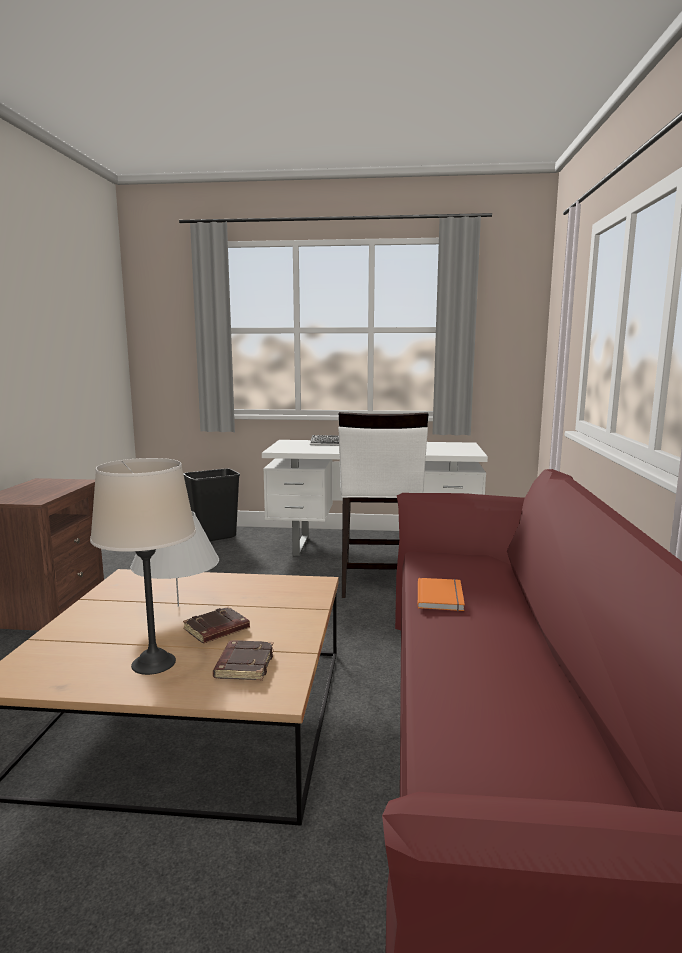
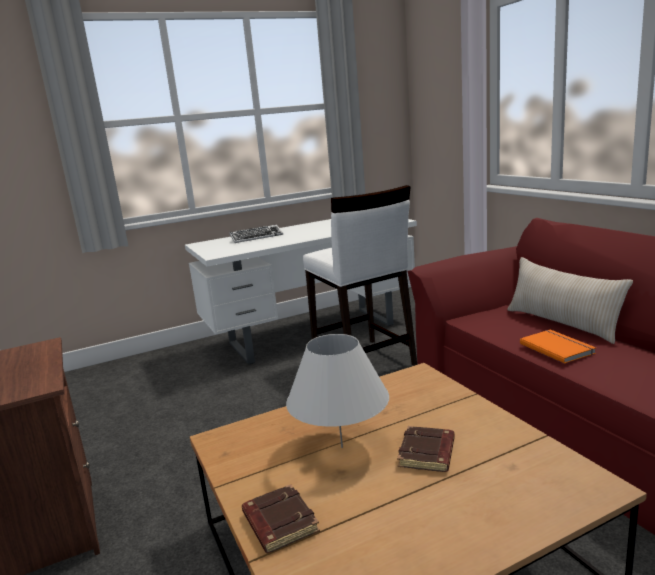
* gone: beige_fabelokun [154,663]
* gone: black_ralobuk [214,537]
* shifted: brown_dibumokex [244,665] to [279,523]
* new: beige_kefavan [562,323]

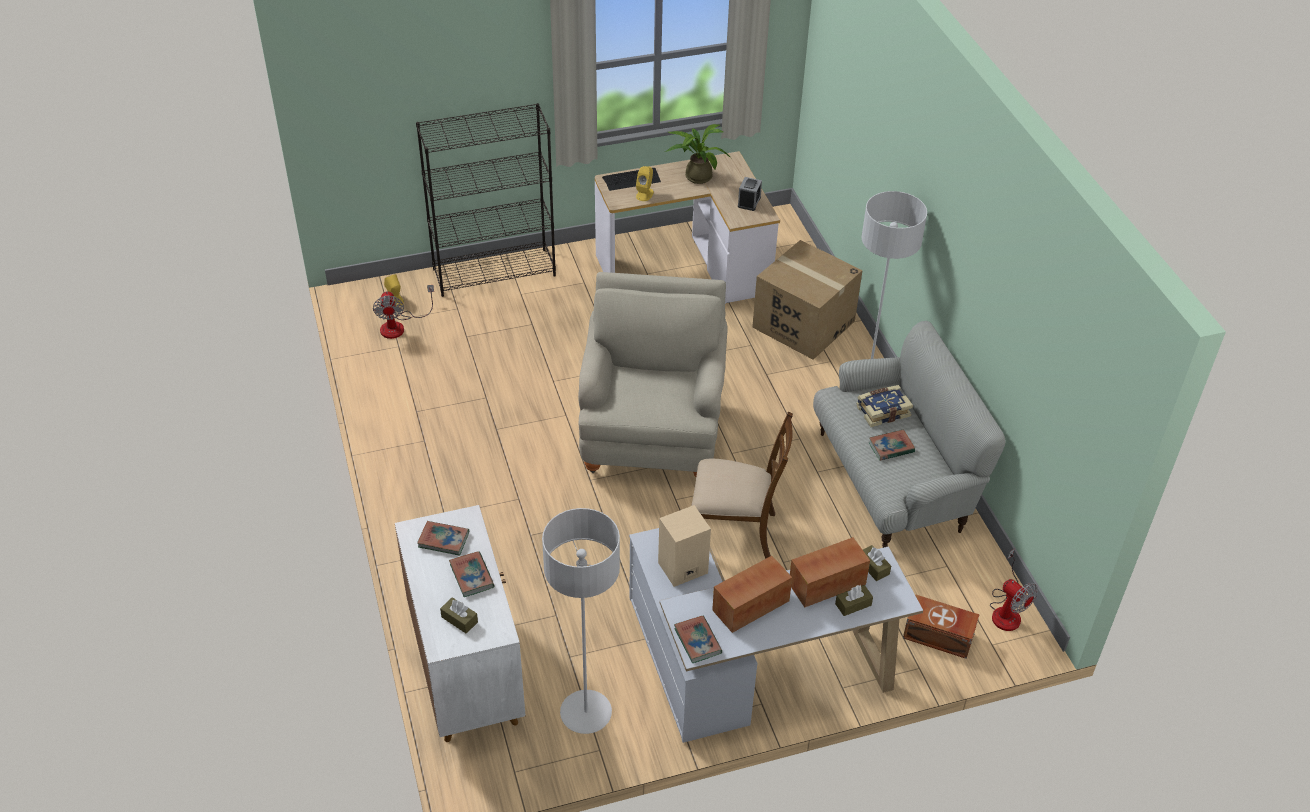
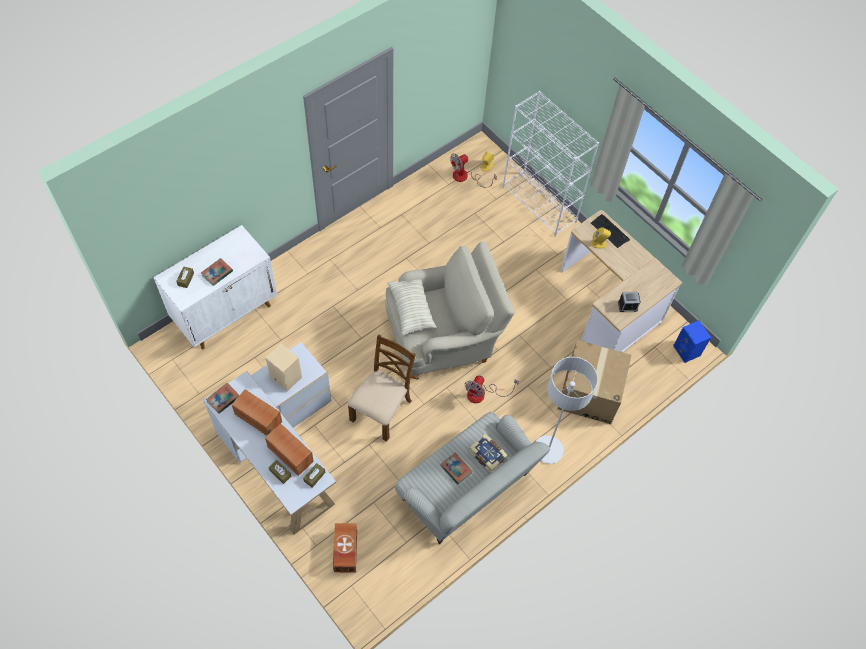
* repainted: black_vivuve [495,272] to white_vivuve [539,204]
* gone: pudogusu [696,175]
* rotated: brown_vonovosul [735,531] = [382,410] 135 degrees counterclockwise
* gone: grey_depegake [586,713]
* gone: dibumokex [443,540]
* shifted: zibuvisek [1006,610] to [482,394]
* new: kefavan [411,310]
* new: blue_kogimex [687,351]

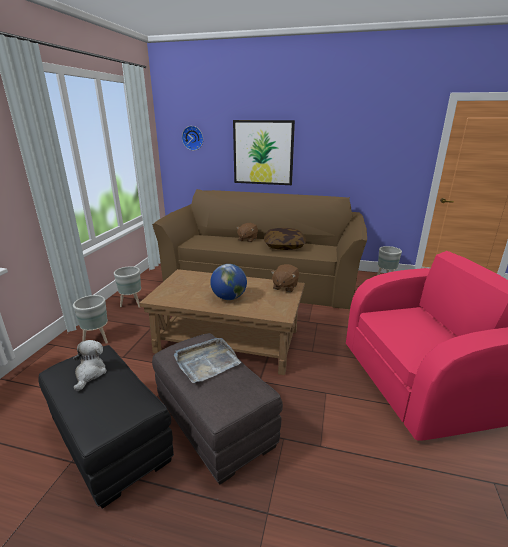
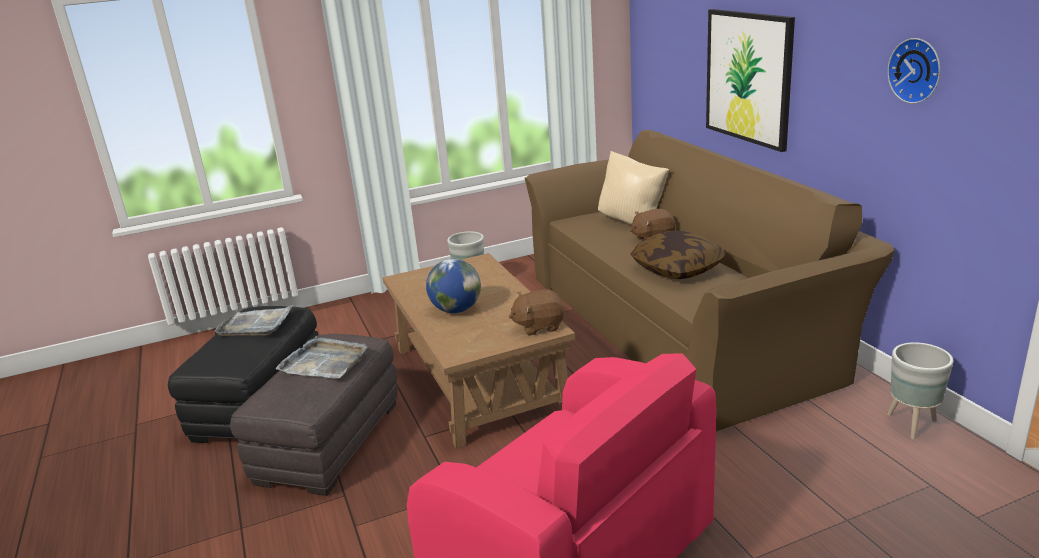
* shifted: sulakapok [193,138] to [917,70]
* gone: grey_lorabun [98,339]
* swapped: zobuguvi [90,373] to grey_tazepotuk [256,324]
* new: beige_kefavan [632,222]

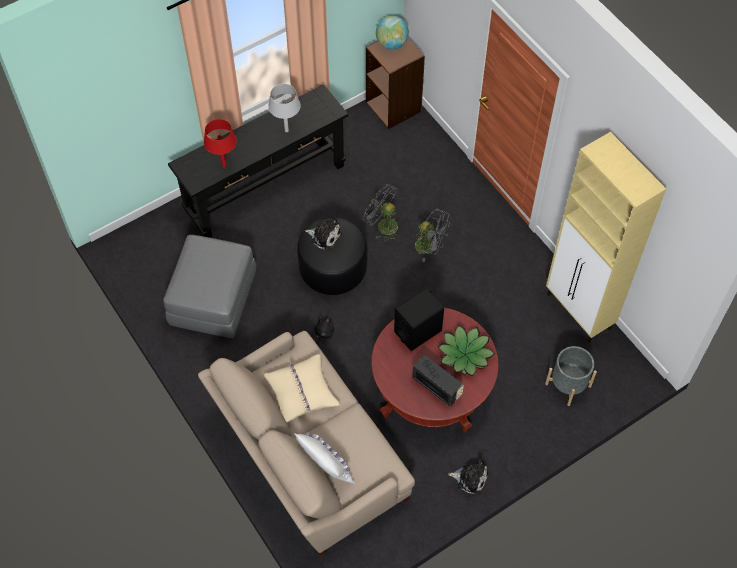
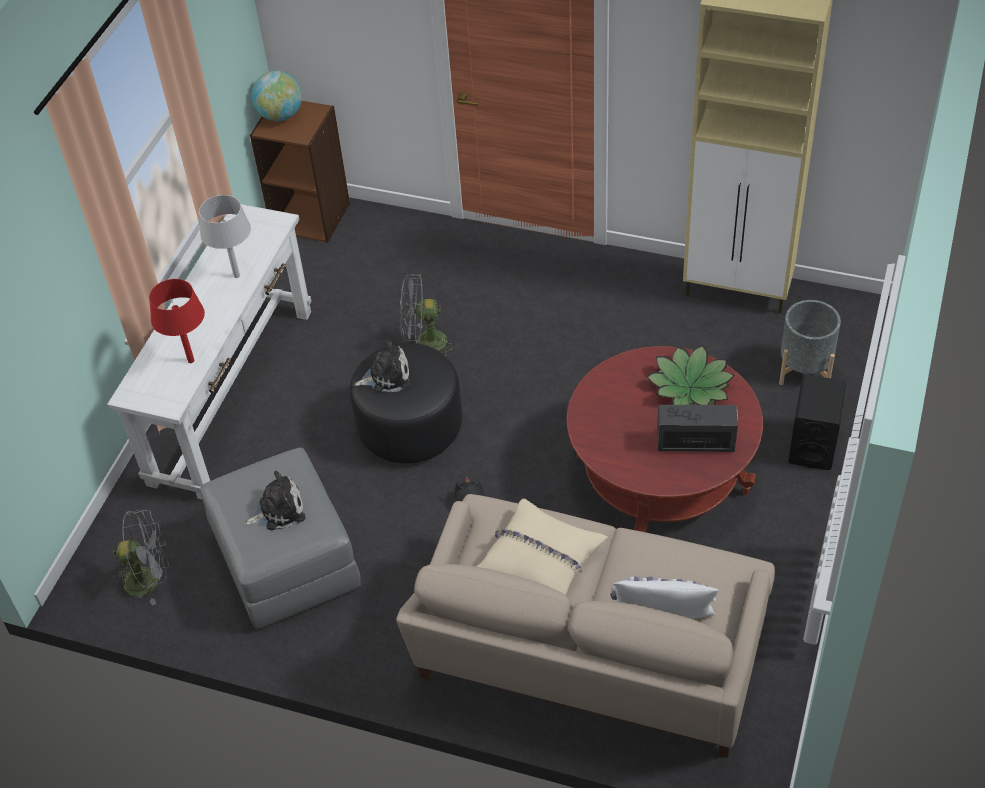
* repainted: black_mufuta [265,188] to white_mufuta [233,395]
* shifted: grey_zibuvisek [429,247] to [149,579]
* shifted: black_kogimex [418,331] to [812,445]
* shifted: zobuguvi [470,478] to [278,510]

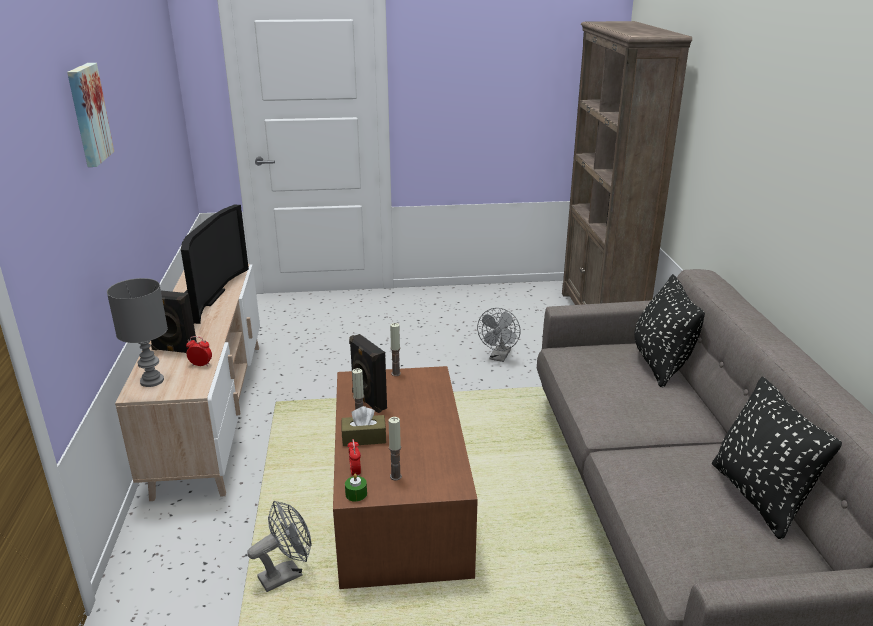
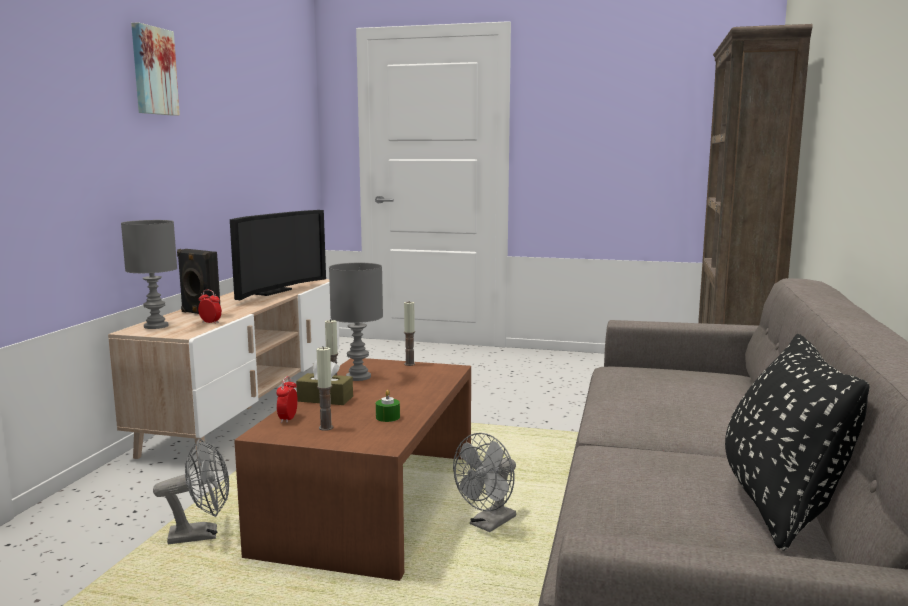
* gone: black_kefavan [660,364]
* shifted: grey_zibuvisek [499,357] to [488,524]
* swapped: black_kogimex [368,401] to grey_fabelokun [359,377]
* shifted: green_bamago [356,494] to [388,417]

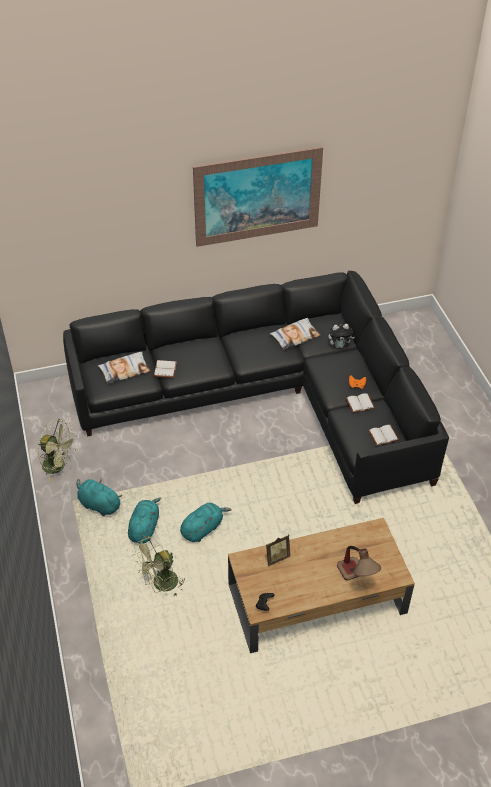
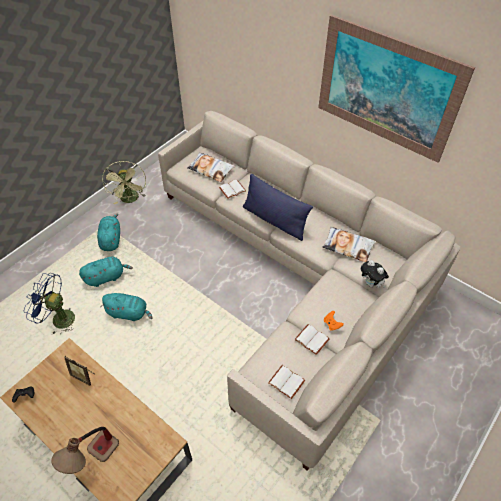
* repainted: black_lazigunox [269,397] to beige_lazigunox [299,277]
* repainted: green_zibuvisek [161,585] to blue_zibuvisek [58,319]
* new: blue_kefavan [274,220]

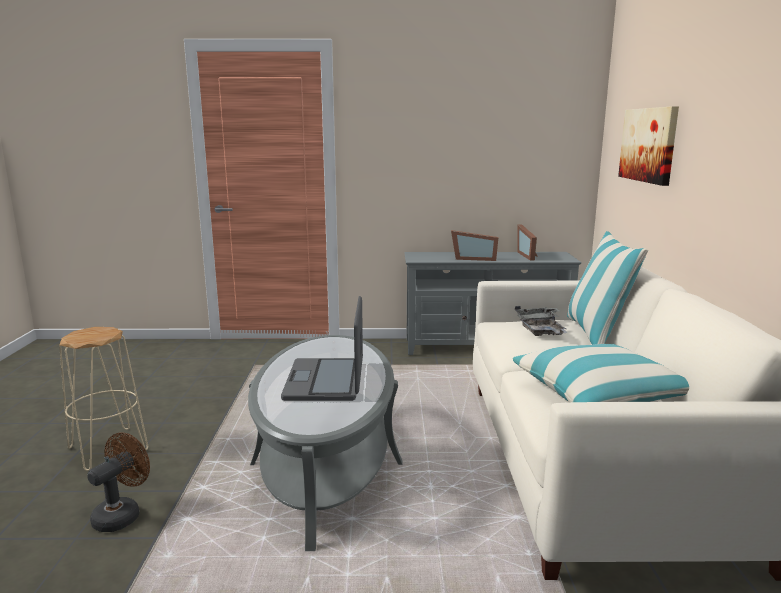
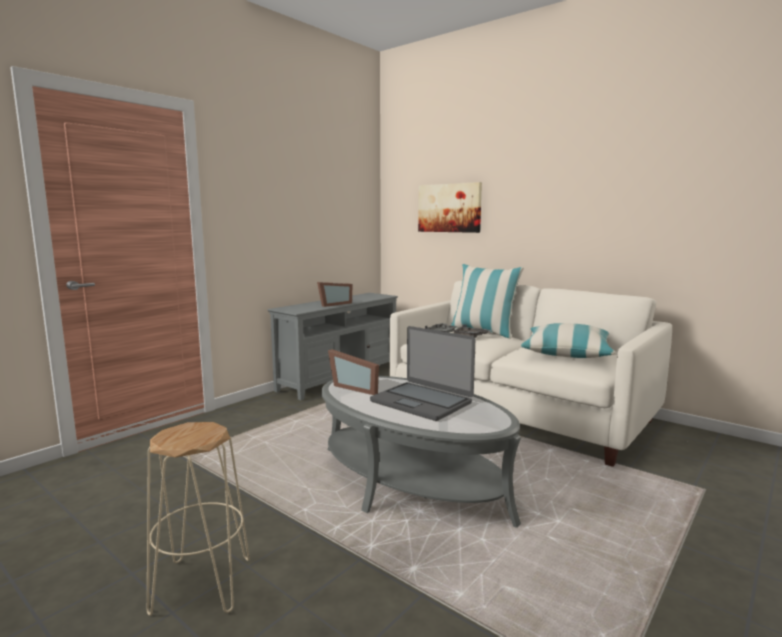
* shifted: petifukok [529,255] to [356,387]
* gone: brown_zibuvisek [122,514]

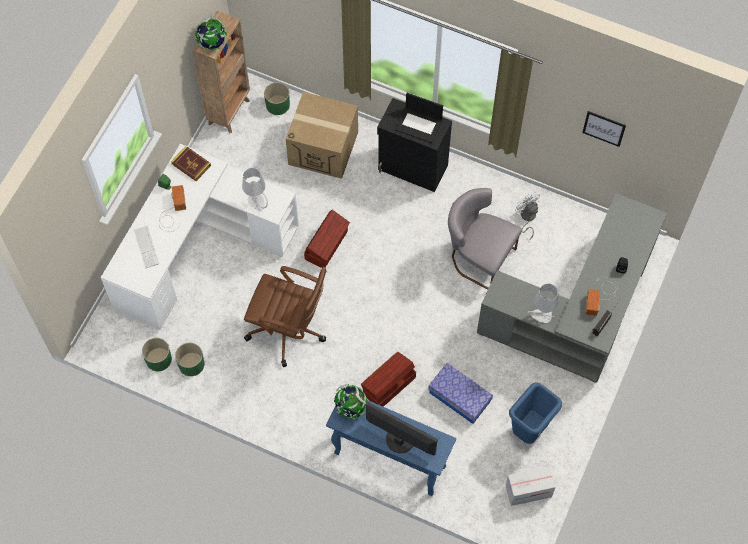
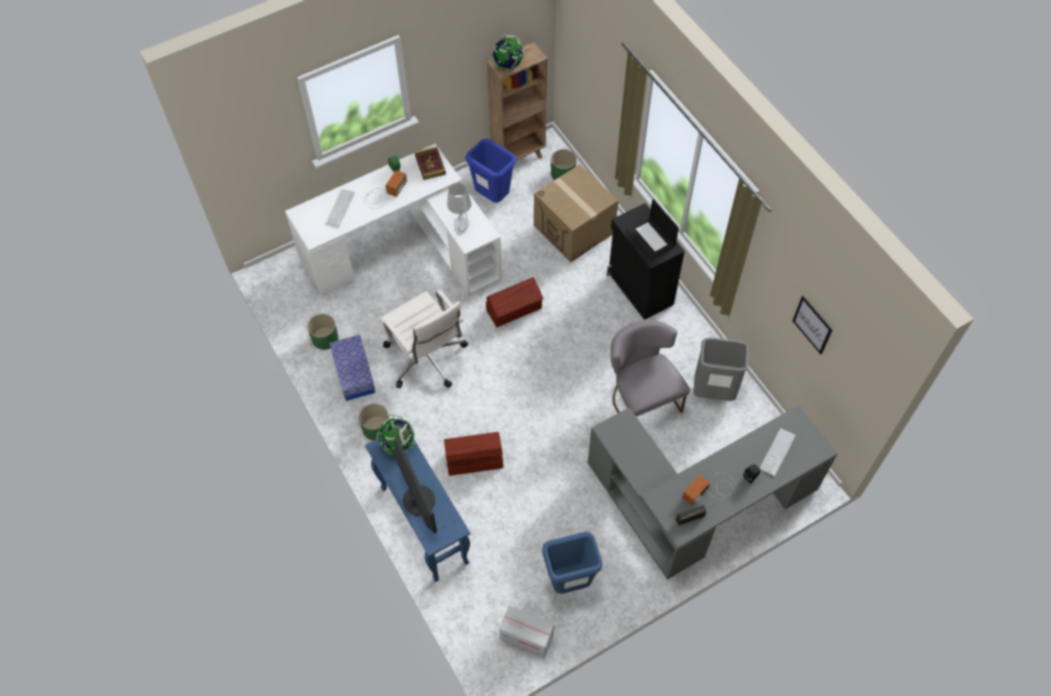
* swapped: white_zibuvisek [527,218] to grey_ralobuk [713,391]
* repainted: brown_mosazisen [289,329] to white_mosazisen [426,359]
* gone: grey_fabelokun [541,315]
* shifted: green_lorabun [158,359] to [376,428]
* shifted: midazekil [459,397] to [354,373]
* new: blue_ralobuk [492,197]
* new: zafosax [777,452]

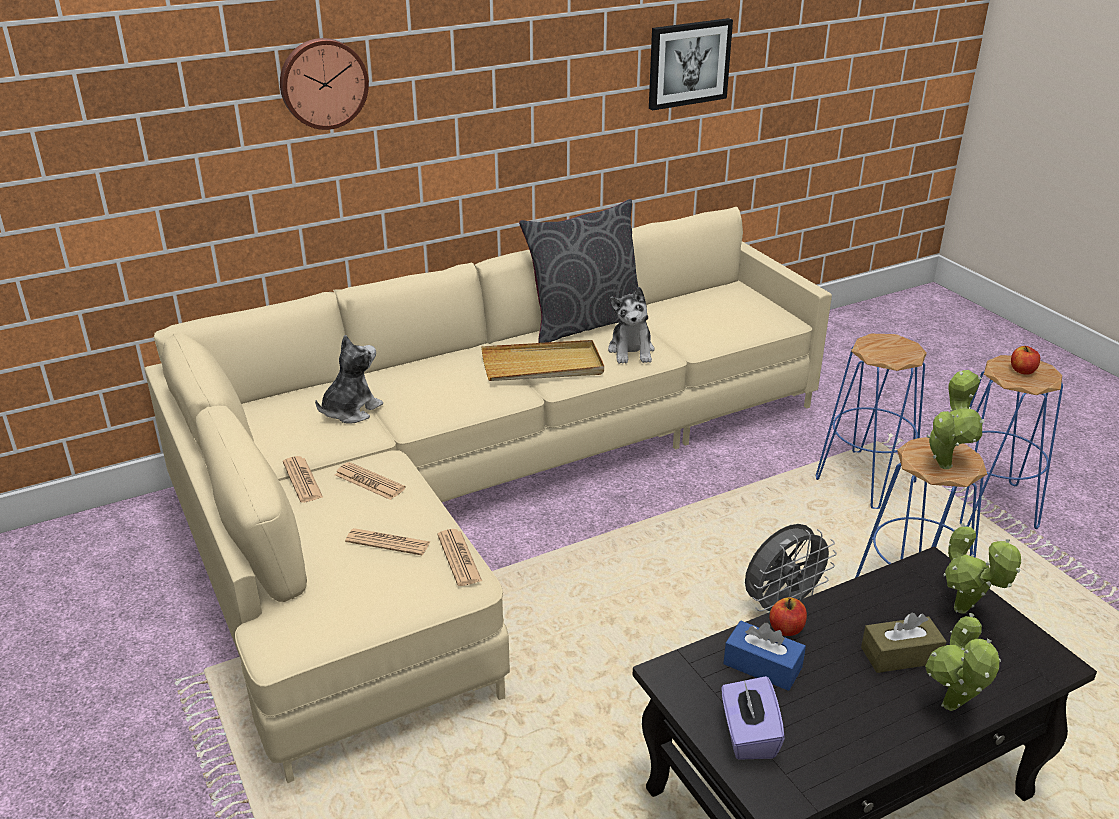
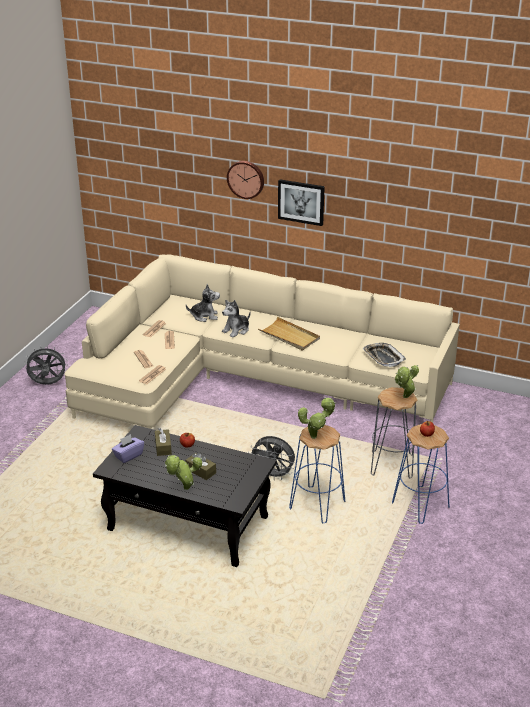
* shifted: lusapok [688,63] to [301,202]
* gone: grey_kefavan [585,324]
* shifted: zobuguvi [631,351] to [236,330]
* repainted: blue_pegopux [865,479] to grey_pegopux [392,465]
* shifted: pudogusu [964,612] to [405,397]
* repainted: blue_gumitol [762,666] to brown_gumitol [163,447]
* new: tazepotuk [383,357]
* new: grey_zibuvisek [48,384]

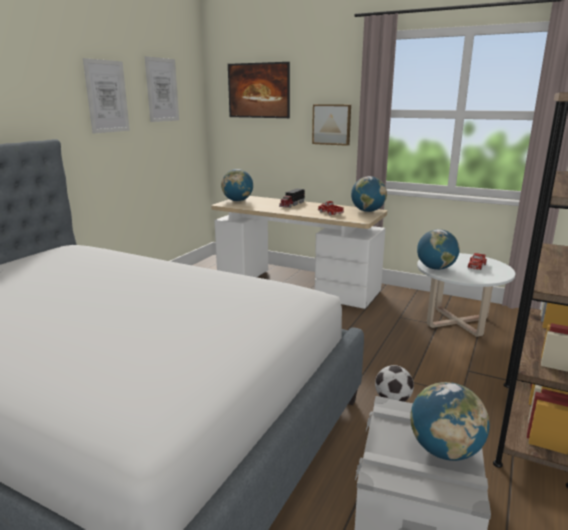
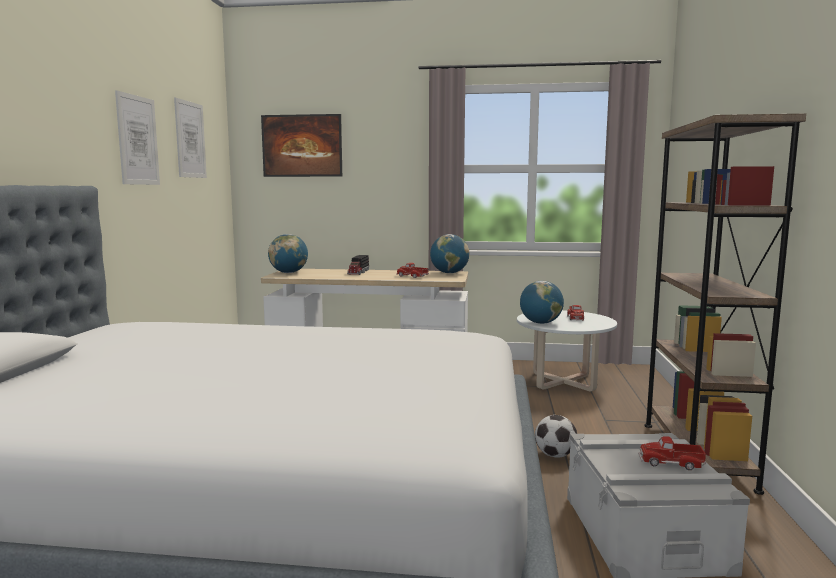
* gone: lusapok [332,124]
* swapped: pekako [444,450] to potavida [670,462]

